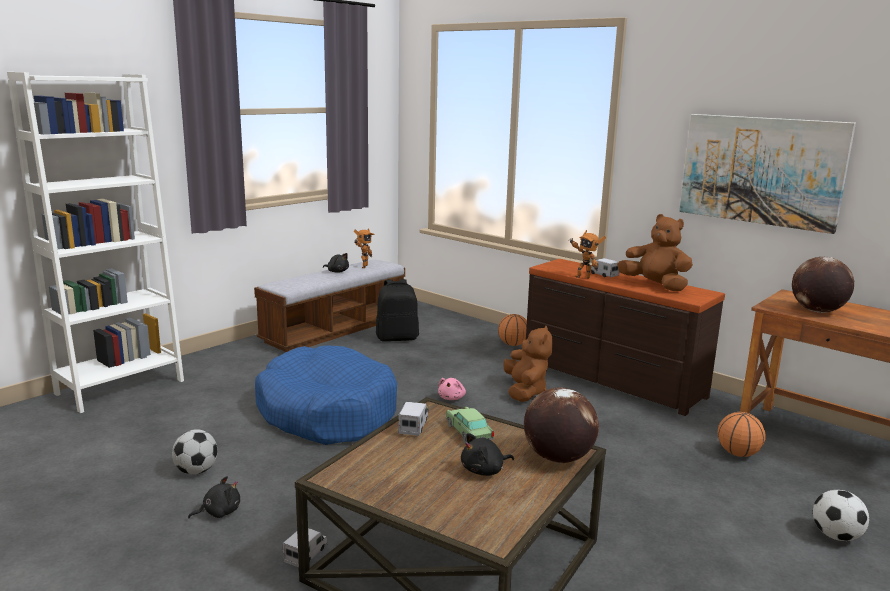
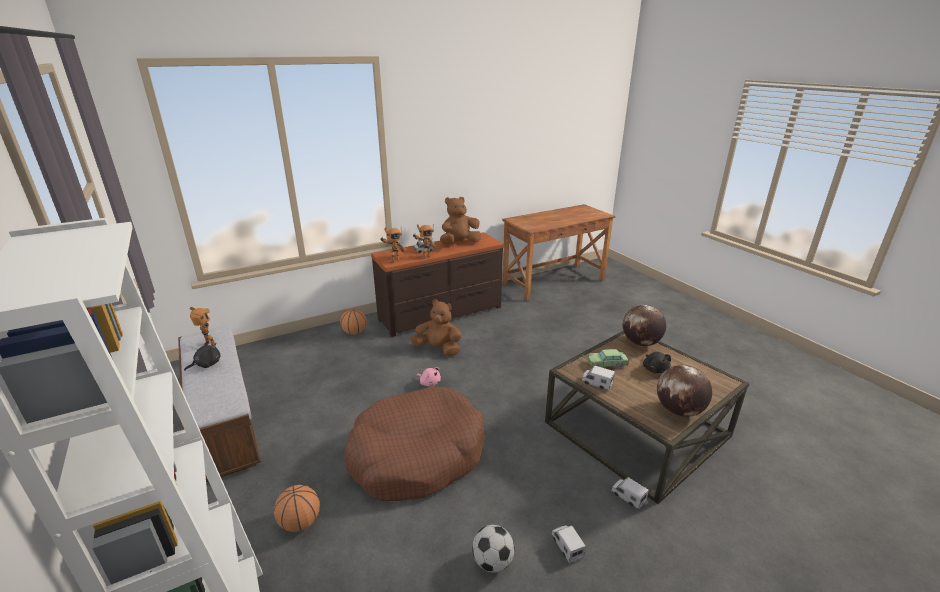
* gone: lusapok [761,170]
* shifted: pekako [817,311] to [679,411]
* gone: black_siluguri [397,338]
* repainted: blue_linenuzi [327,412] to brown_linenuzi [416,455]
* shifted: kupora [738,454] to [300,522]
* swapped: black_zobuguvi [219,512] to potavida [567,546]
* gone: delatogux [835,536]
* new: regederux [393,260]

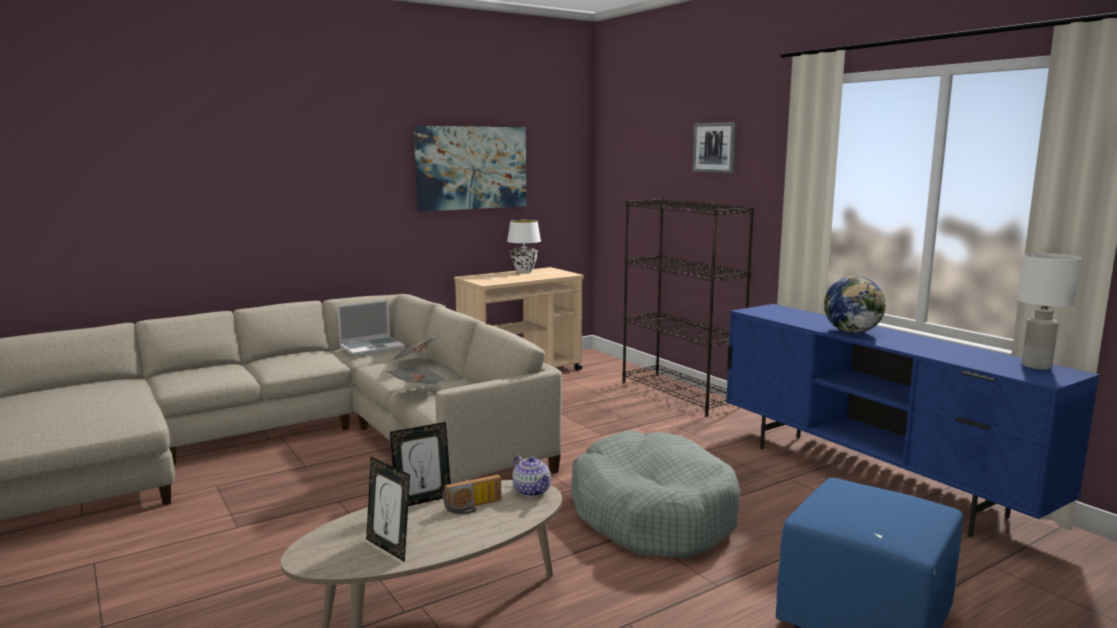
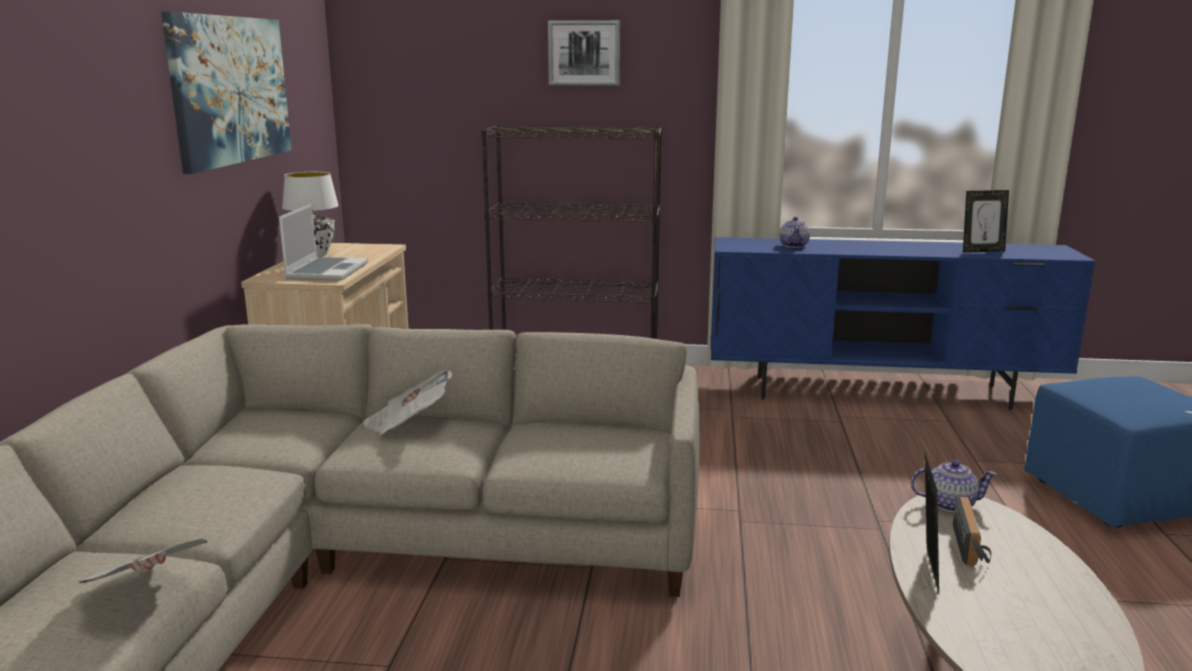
* gone: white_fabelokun [1036,366]
* gone: pekako [852,332]
* shifted: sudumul [372,347] to [326,271]
* shifted: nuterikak [418,391] to [148,590]
* gone: grey_linenuzi [652,514]
* shifted: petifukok [389,548] to [982,251]
* new: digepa [794,245]

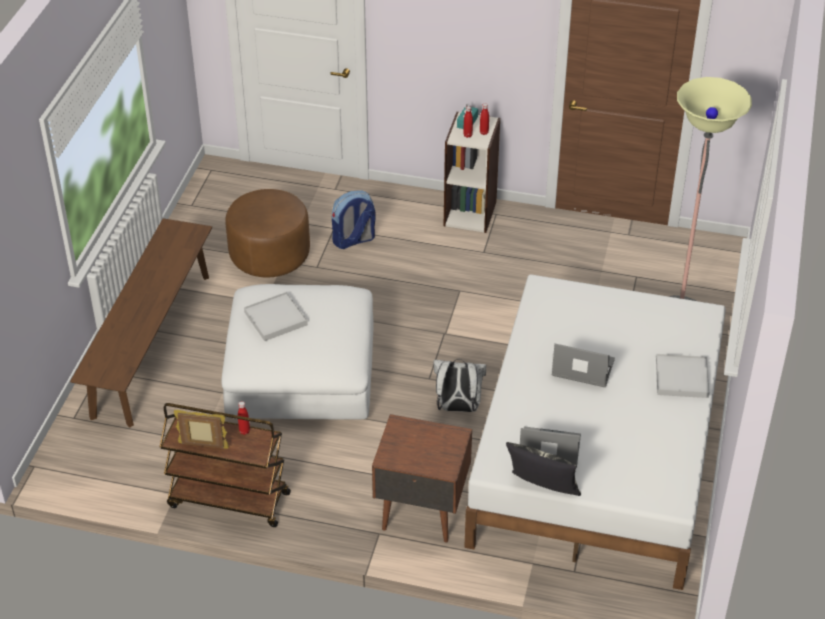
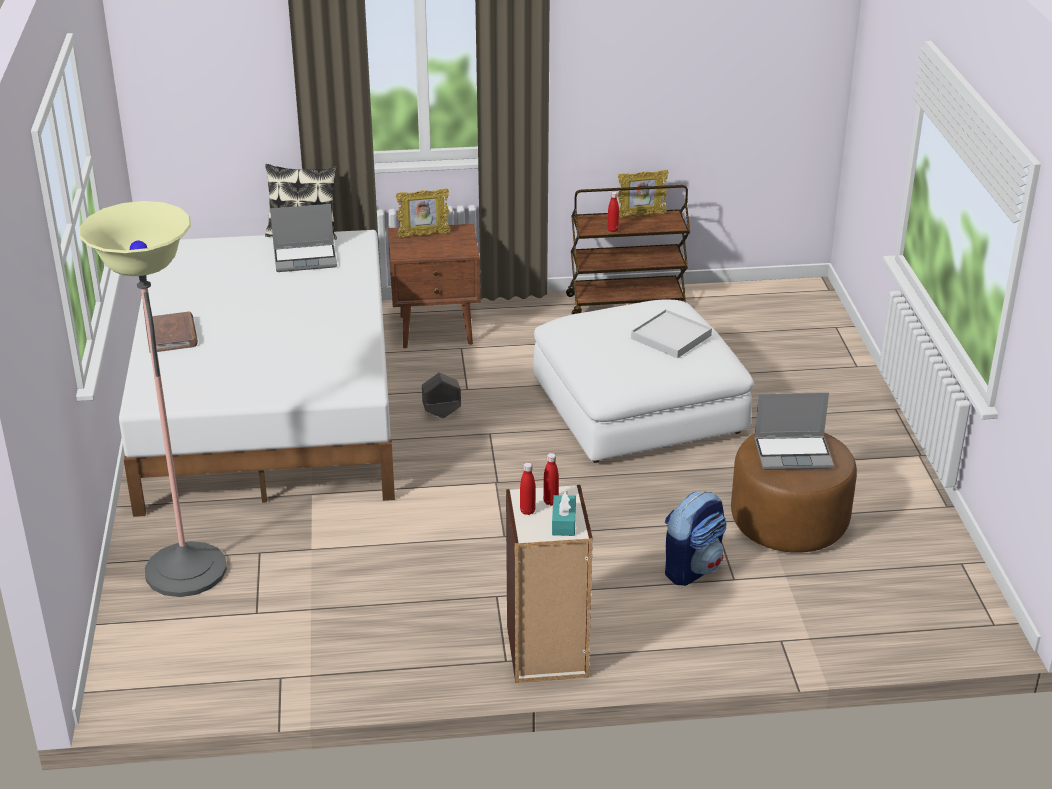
* gone: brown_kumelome [152,344]
* shifted: sudumul [582,369] to [794,453]
* swapped: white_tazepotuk [682,378] to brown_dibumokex [171,335]
* swapped: white_siluguri [457,408] to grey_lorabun [442,414]
* new: petifukok [423,235]

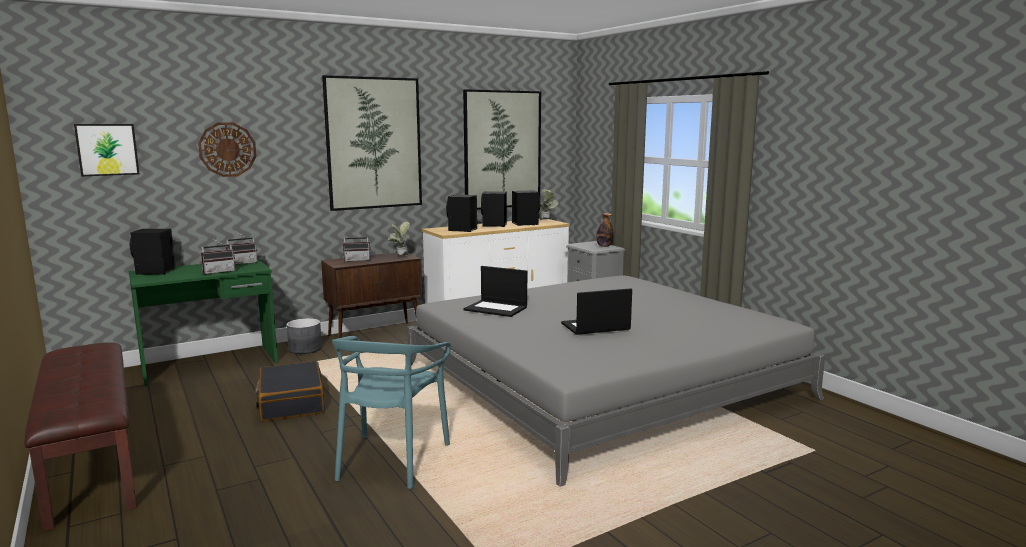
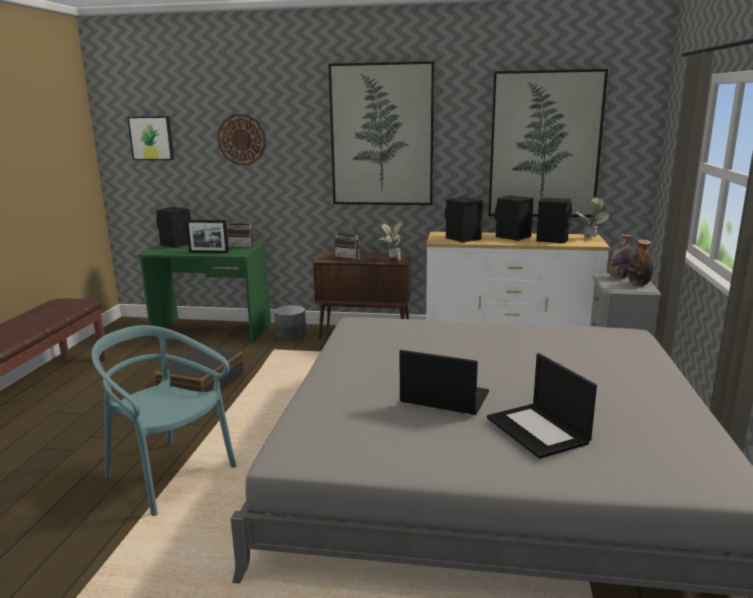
* swapped: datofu [219,272] to petifukok [208,252]
* shifted: sudumul [496,308] to [538,430]
* rotated: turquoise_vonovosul [391,460] = [168,475] 75 degrees clockwise
* new: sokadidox [618,277]

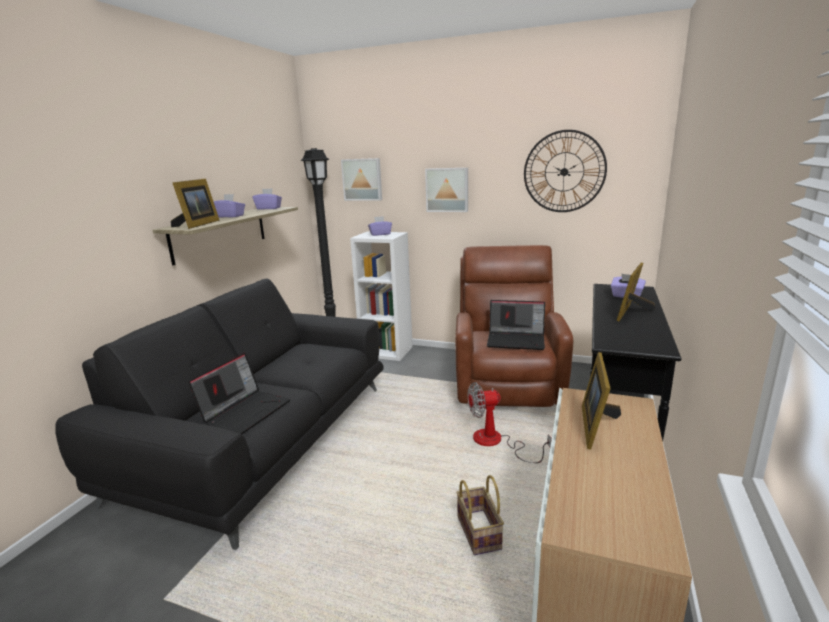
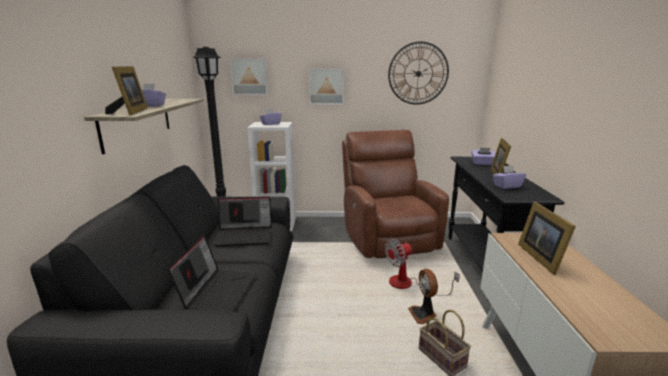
* shifted: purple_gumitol [269,208] to [507,186]
* shifted: sudumul [516,340] to [245,235]
* new: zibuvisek [423,314]

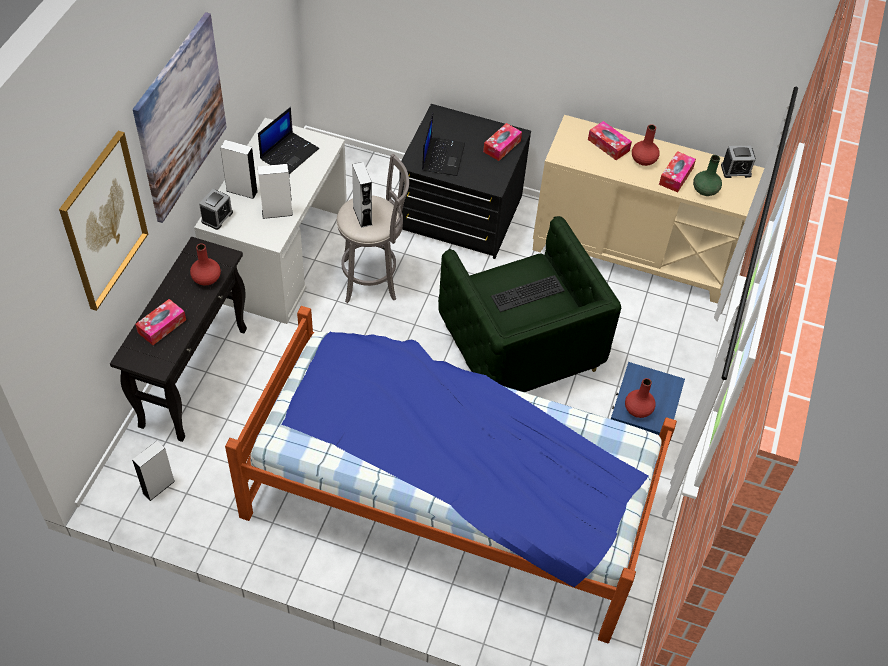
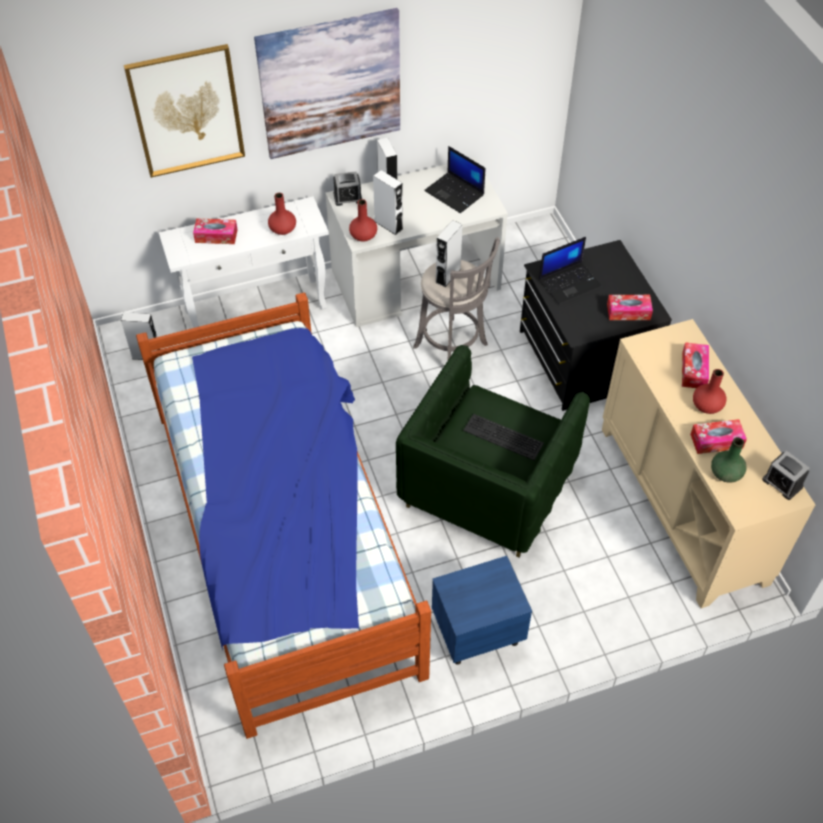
* rotated: sudumul [289,153] = [455,193] 45 degrees clockwise
* repainted: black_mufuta [194,376] to white_mufuta [257,309]
* shifted: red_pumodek [638,409] to [363,236]

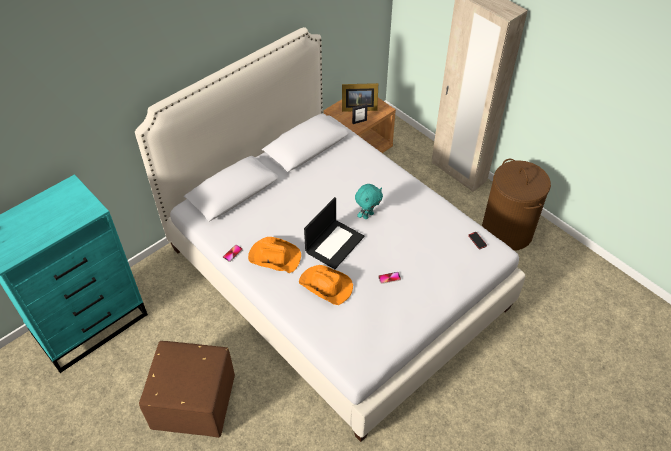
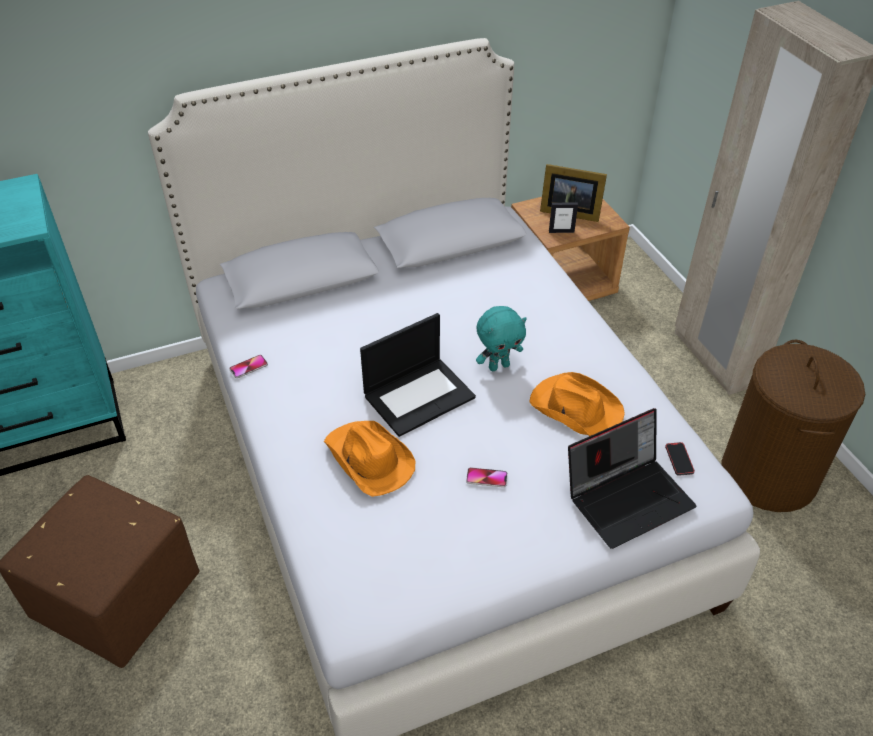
* shifted: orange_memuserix [274,257] to [575,408]
* new: sudumul [628,497]

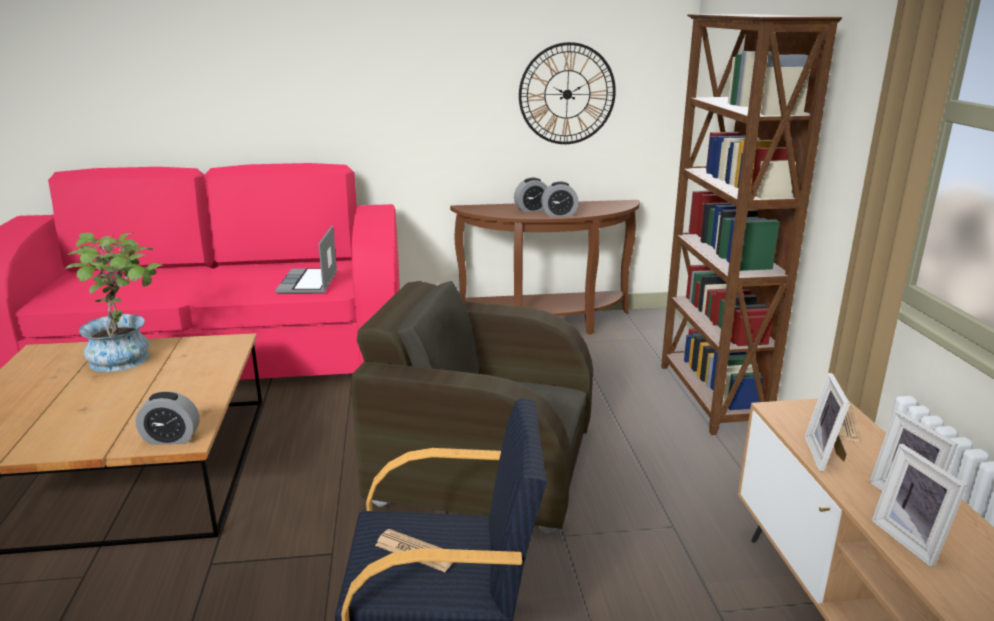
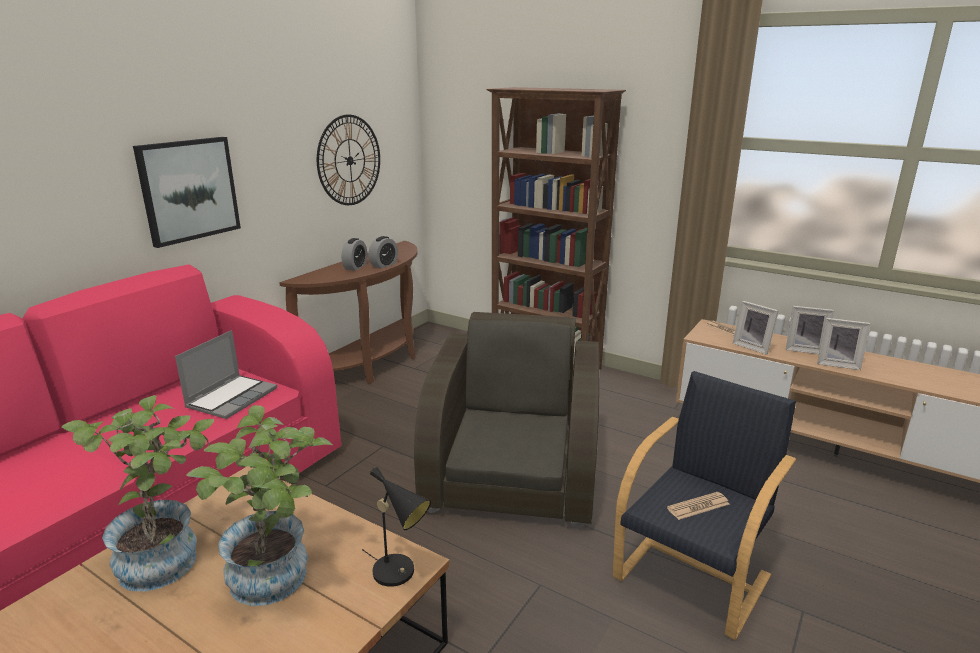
* rotated: sudumul [309,283] = [232,397] 105 degrees counterclockwise
* rotated: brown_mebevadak [482,466] = [513,472] 135 degrees clockwise
* swapped: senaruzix [171,439] to black_fabelokun [399,573]
* new: lusapok [188,190]
* new: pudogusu [278,580]

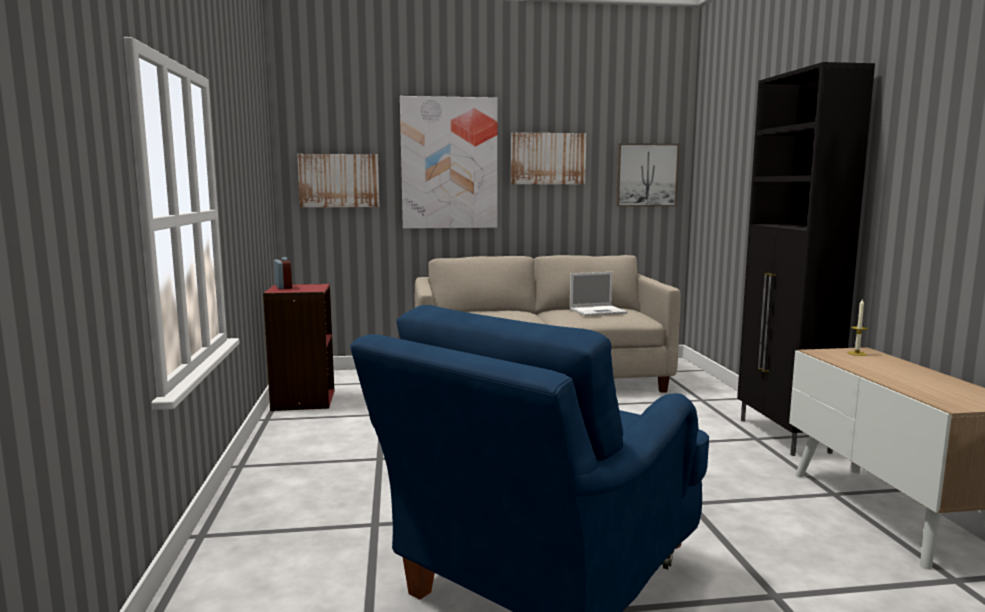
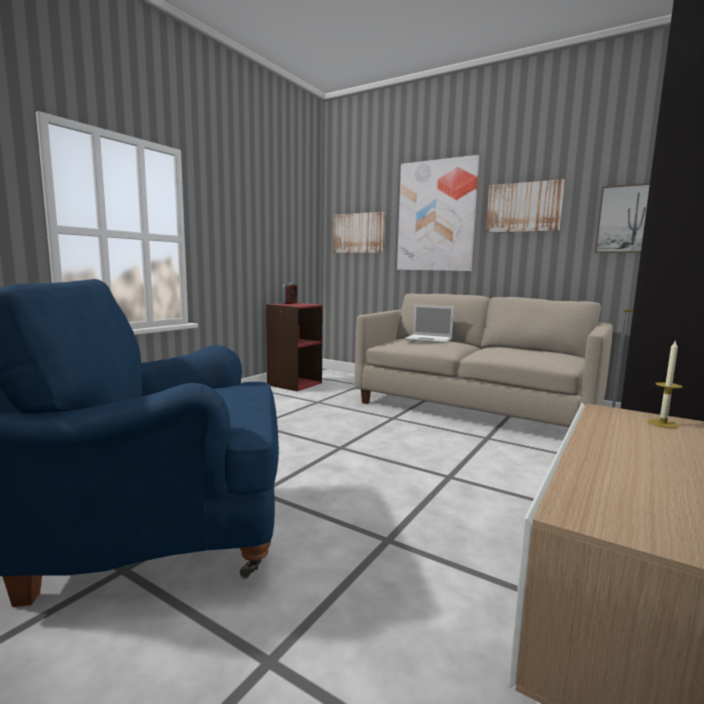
* shifted: sudumul [598,311] to [429,339]

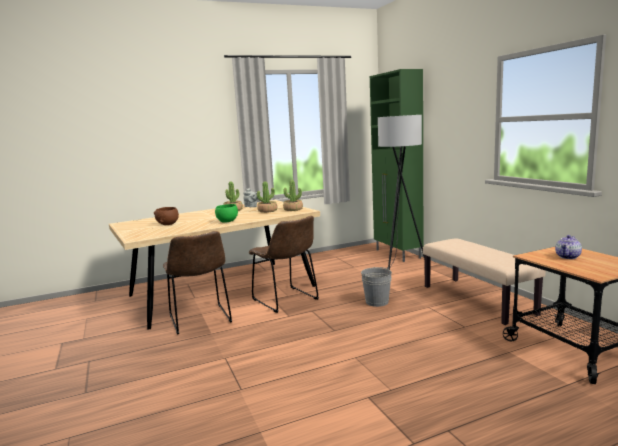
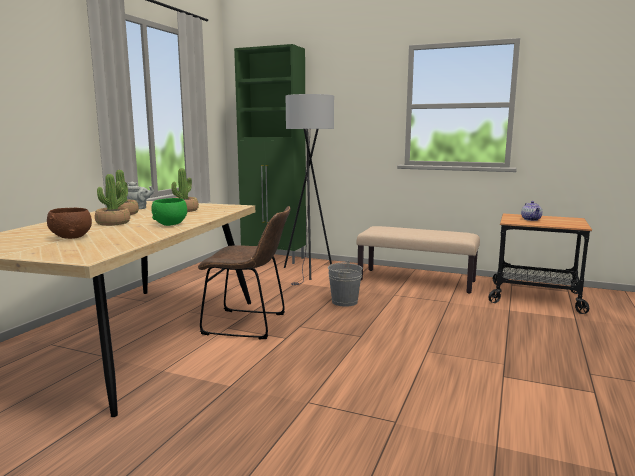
* shifted: pudogusu [293,209] to [113,223]
* gone: brown_vonovosul [200,320]

